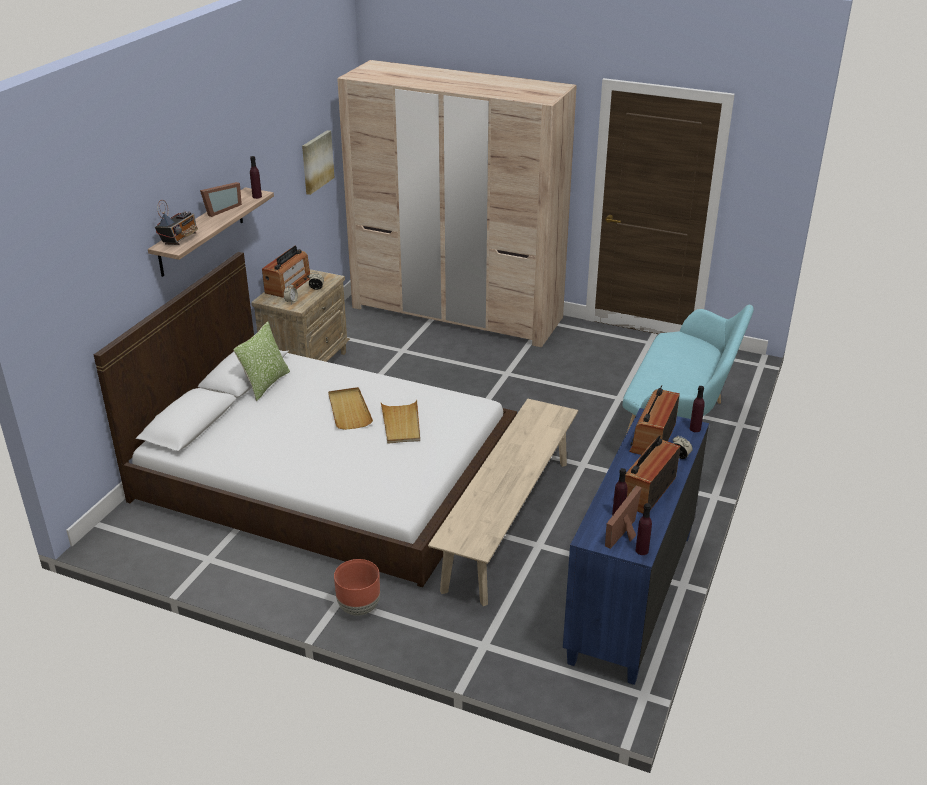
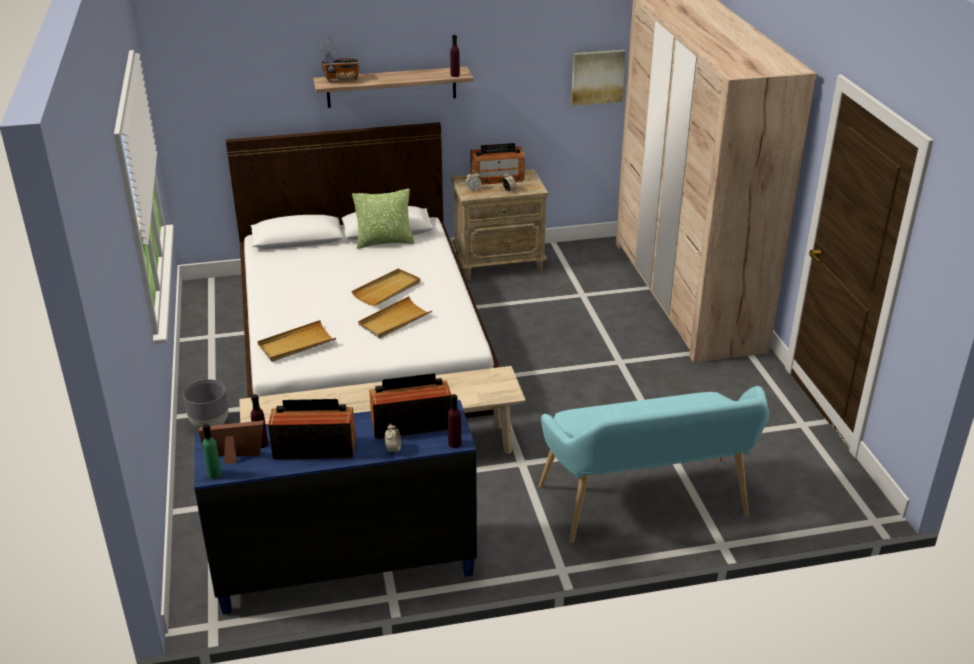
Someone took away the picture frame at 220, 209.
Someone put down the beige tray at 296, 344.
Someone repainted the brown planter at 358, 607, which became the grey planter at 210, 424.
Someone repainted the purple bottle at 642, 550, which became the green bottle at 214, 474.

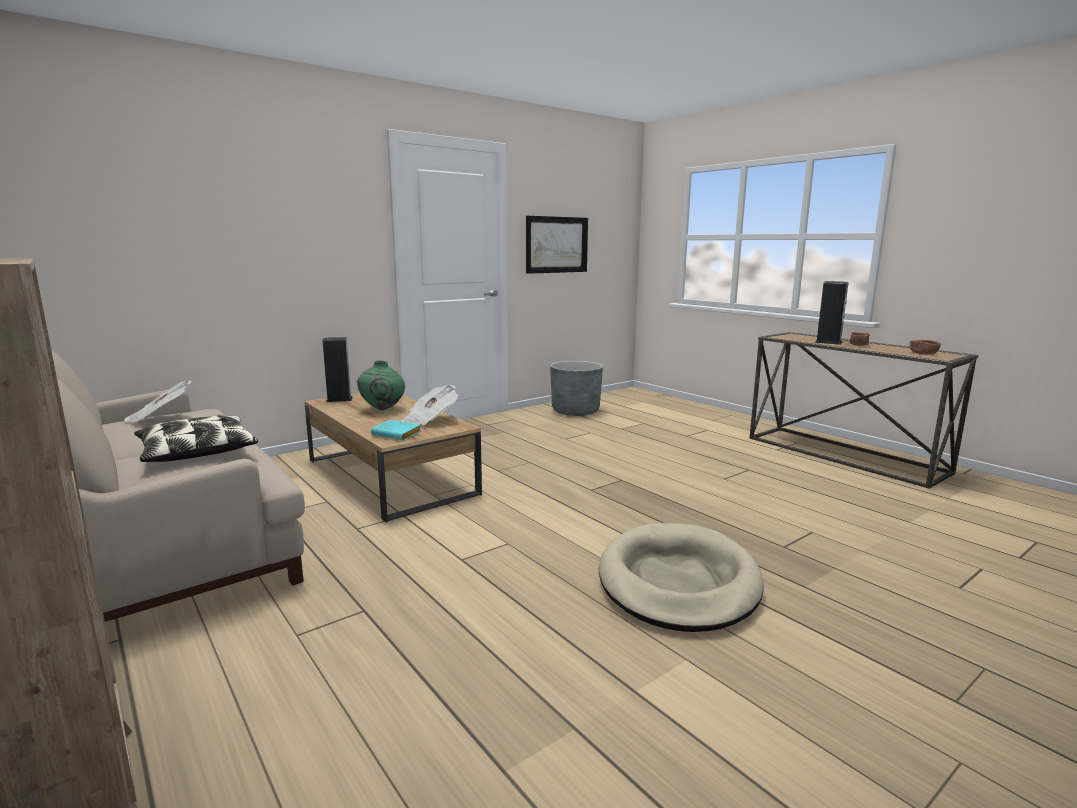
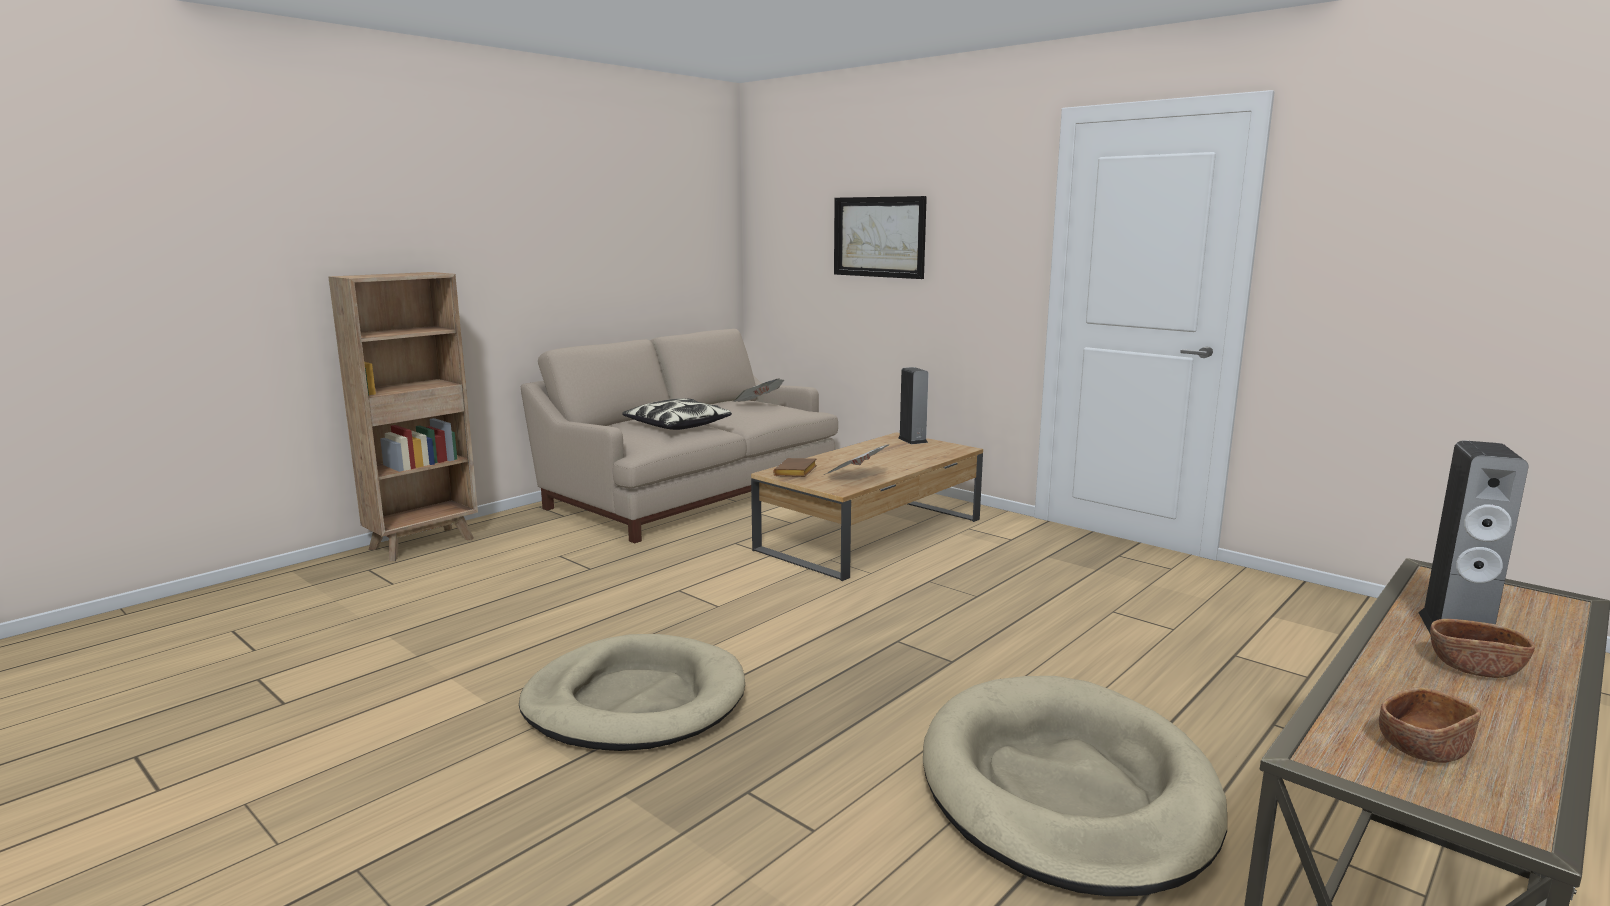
Someone took away the green vase at 383, 409.
Someone took away the grey planter at 575, 411.
Someone put down the beige dog bed at 1066, 789.
Someone carried the picture from 556, 245 to 879, 237.
Someone repainted the turquoise book at 398, 434, which became the brown book at 796, 473.

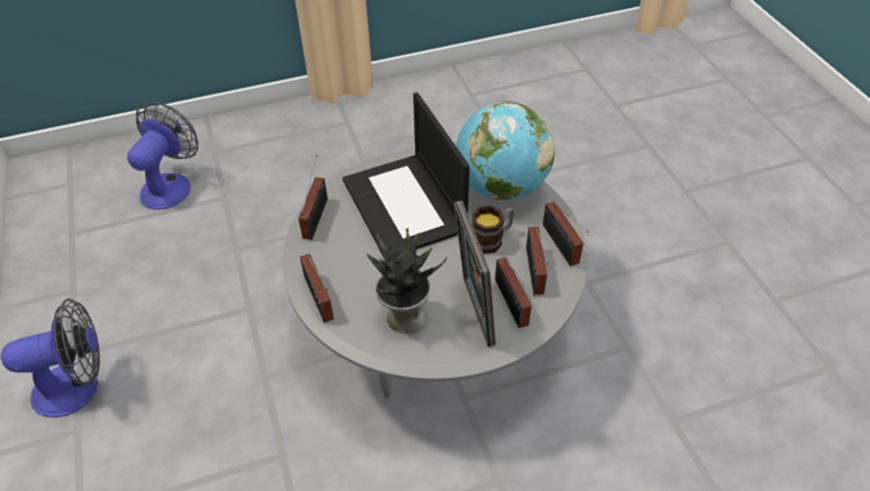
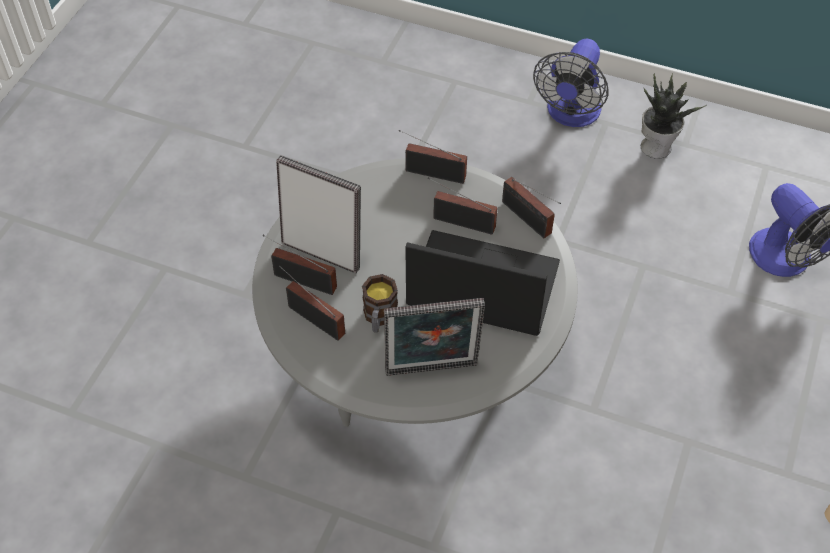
Someone carried the potted plant from 404, 316 to 657, 146.
Someone carried the radio from 561, 246 to 461, 221.
Someone swapped the globe at 501, 188 for the picture frame at 432, 372.

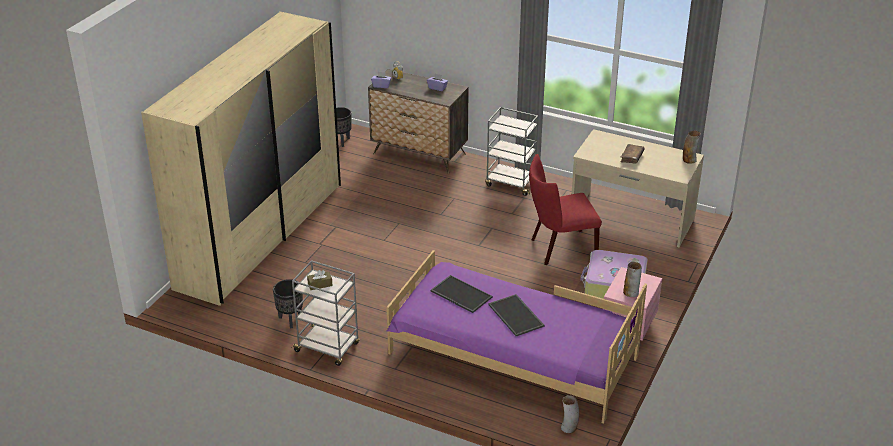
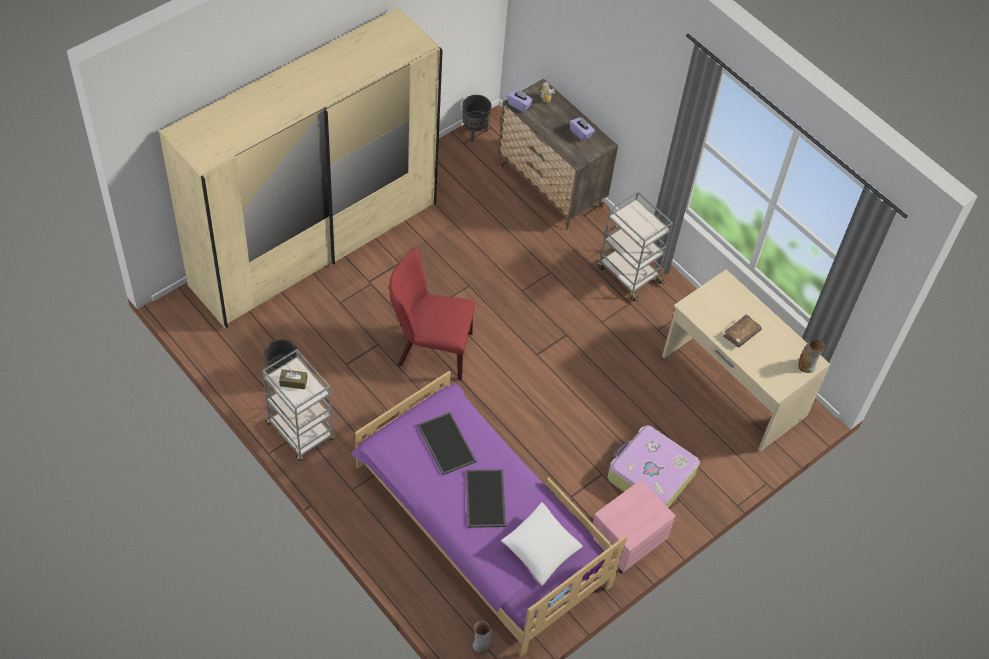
Someone took away the vase at 631, 292.
Someone put down the white pillow at 540, 549.
Someone carried the red chair from 559, 248 to 429, 349.

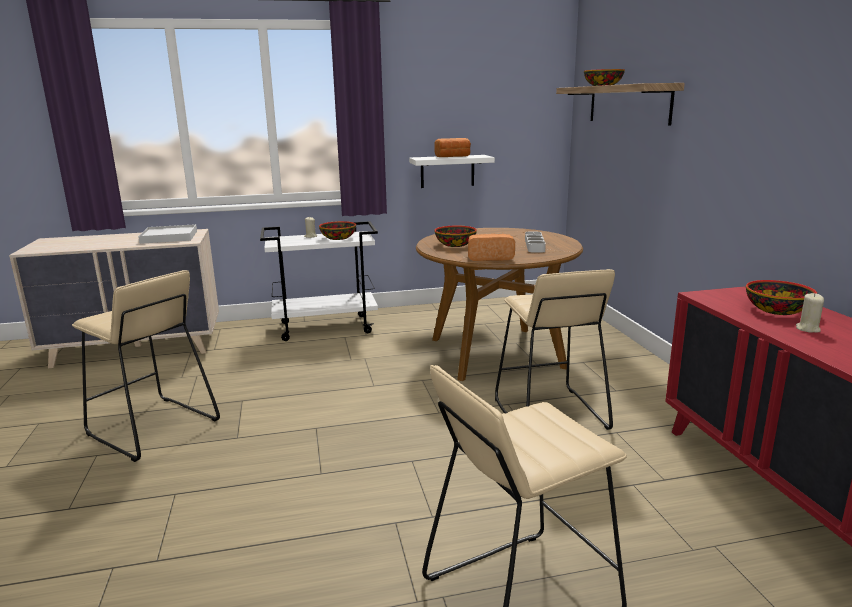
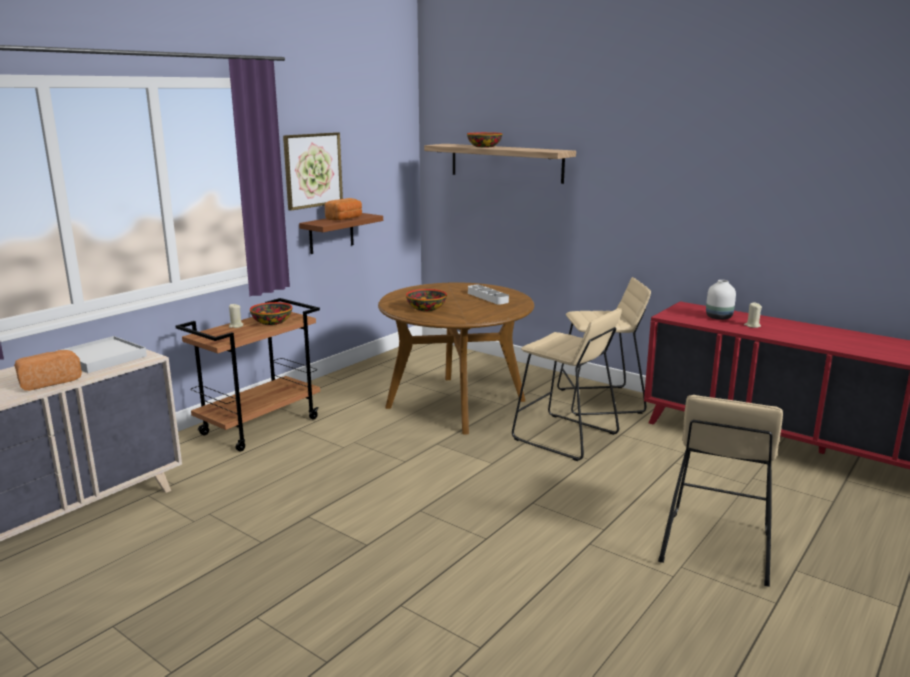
Someone put up the picture at 313, 170.
Someone carried the beige stool from 152, 428 to 600, 401.
Someone carried the bread from 489, 258 to 48, 381.
Someone swapped the bowl at 777, 310 for the white vase at 719, 317.
Someone repainted the white cart at 326, 327, which became the brown cart at 260, 426.
Someone repainted the white shelf at 447, 171, which became the brown shelf at 331, 233.

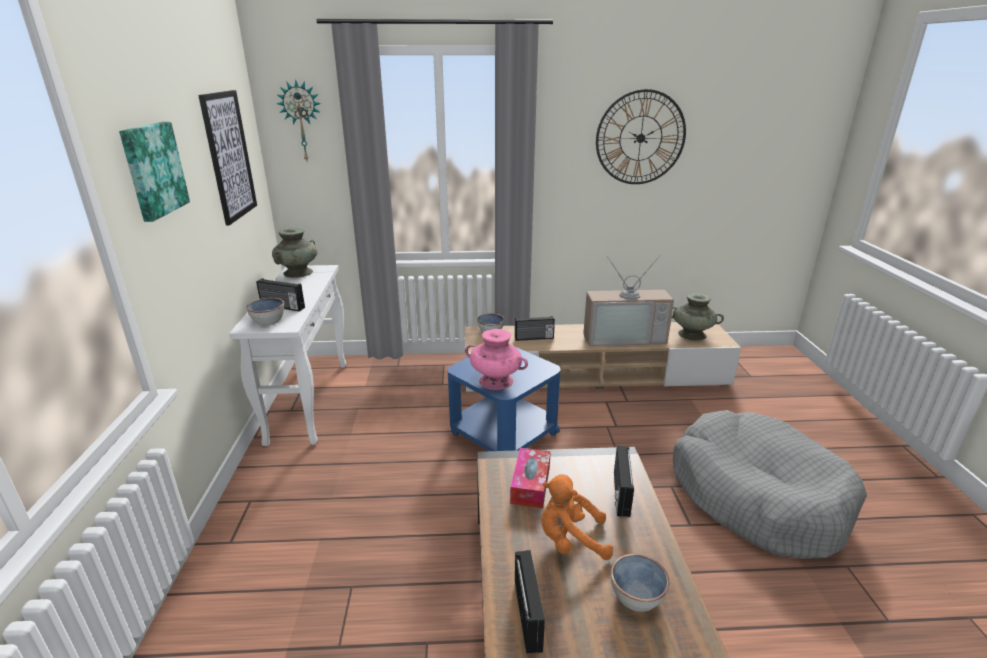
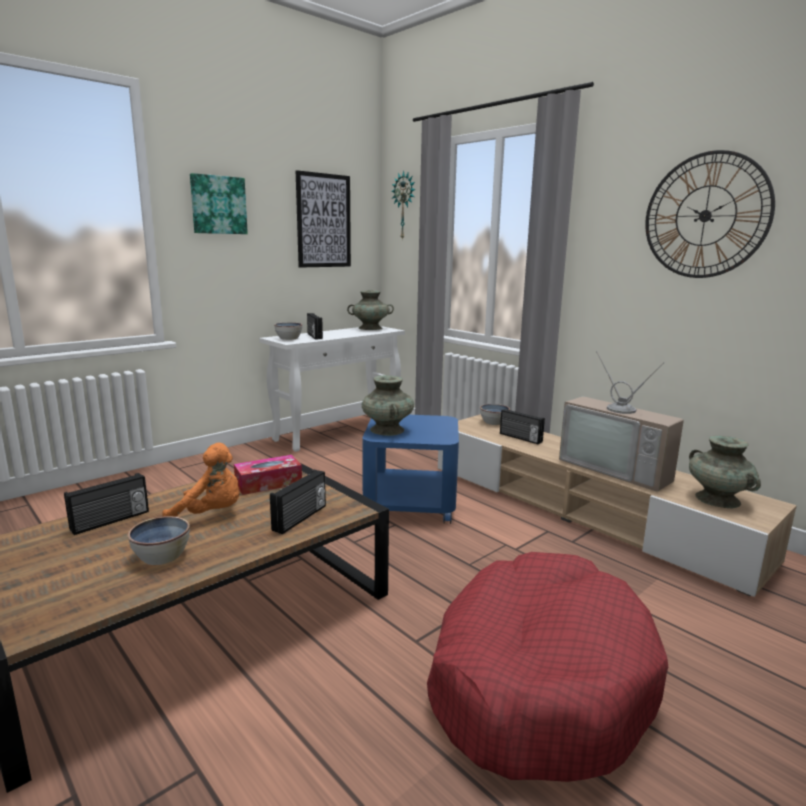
Someone repainted the pink vase at 495, 381, which became the turquoise vase at 387, 430.
Someone repainted the grey dog bed at 756, 496, which became the red dog bed at 538, 680.
Someone rotated the orange plush toy at 570, 540 by 135 degrees clockwise.
Someone rotated the radio at 620, 493 by 150 degrees clockwise.

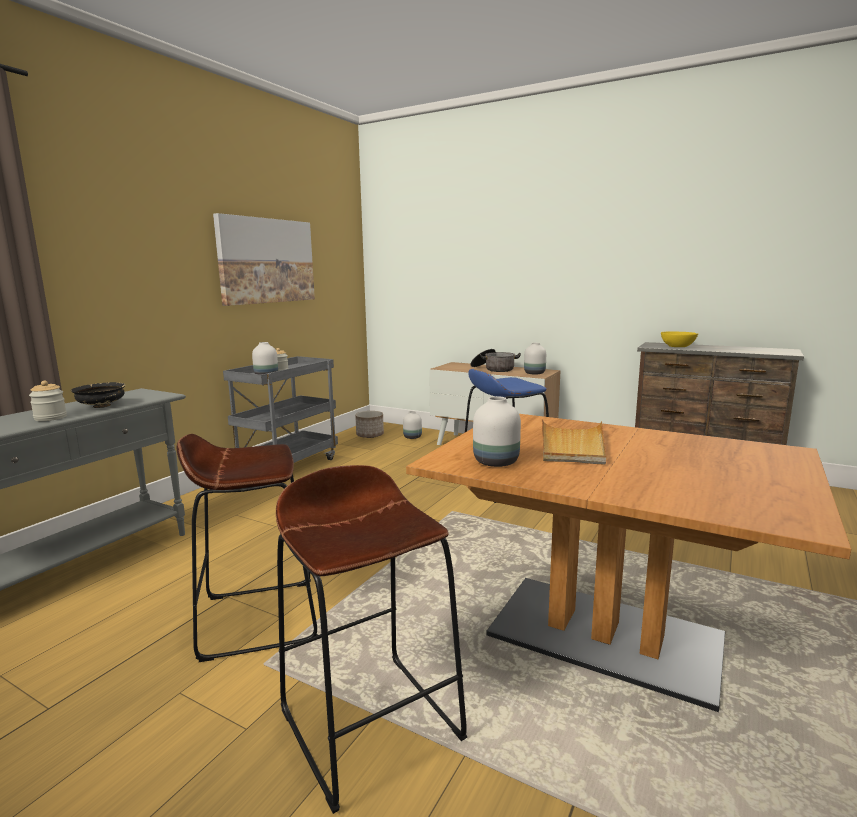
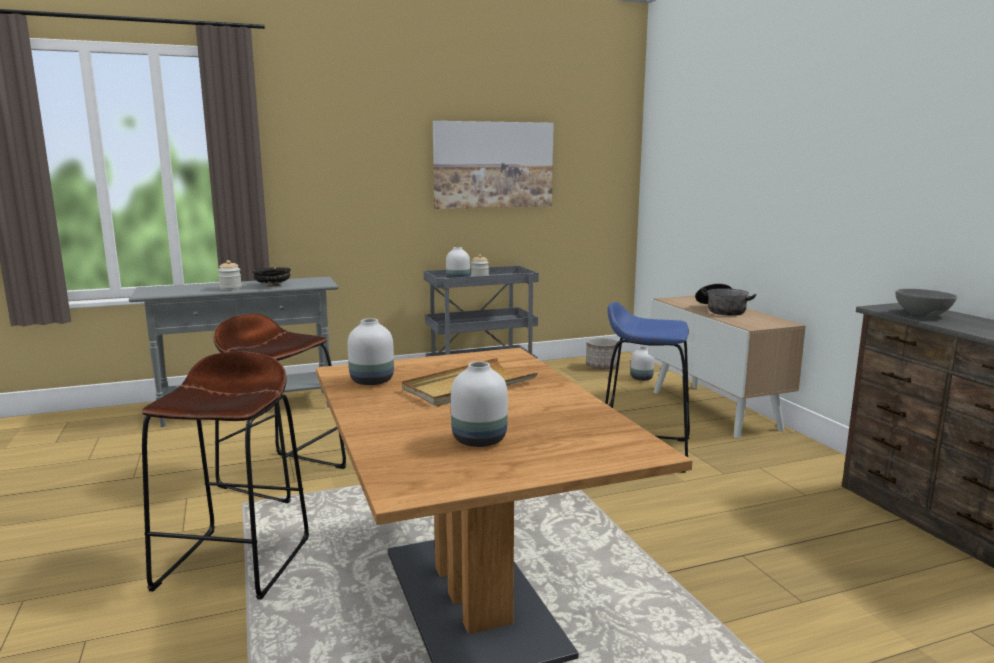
Someone carried the white vase from 534, 373 to 481, 440.
Someone repainted the yellow bowl at 677, 346, which became the grey bowl at 922, 314.

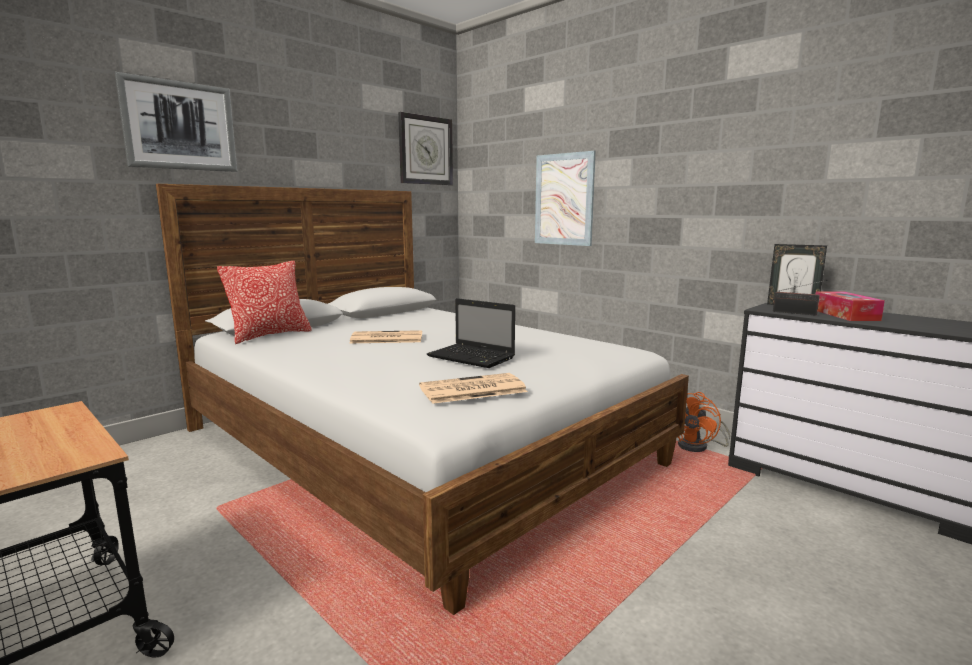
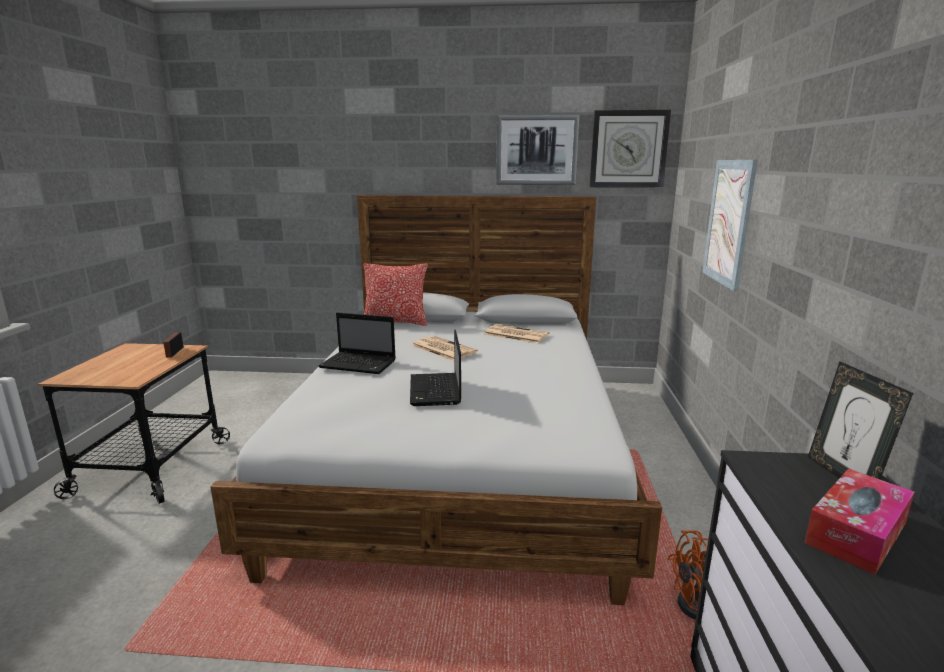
Someone put down the laptop at 360, 364.
Someone carried the picture from 180, 126 to 536, 150.
Someone carried the newspaper from 471, 390 to 515, 334.
Someone carried the radio from 797, 313 to 174, 353.

